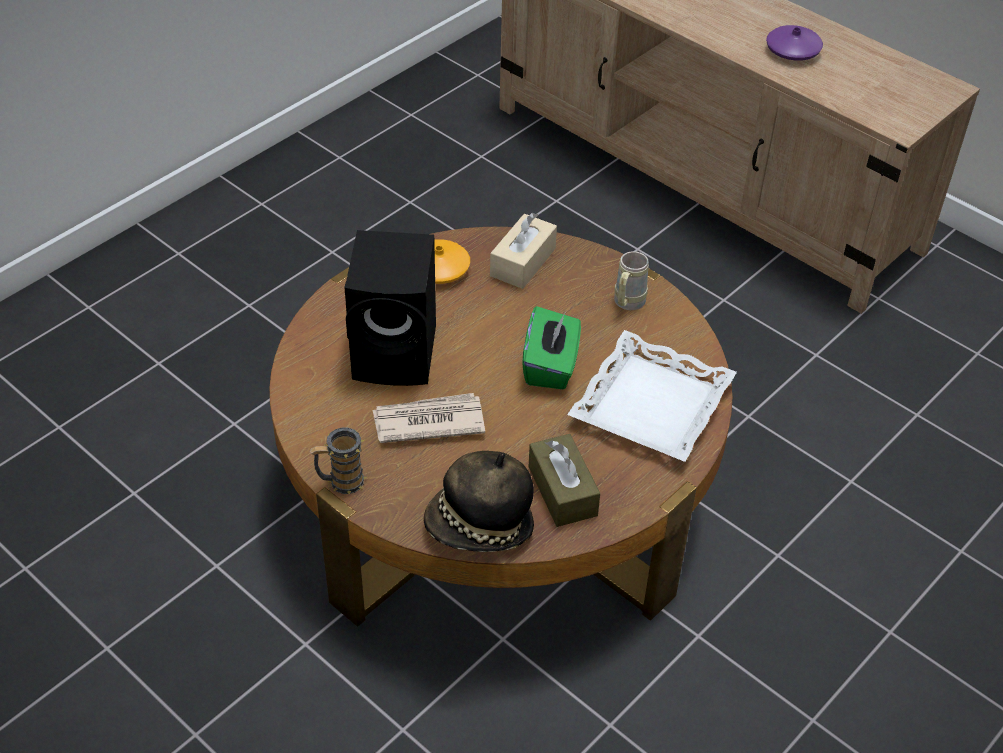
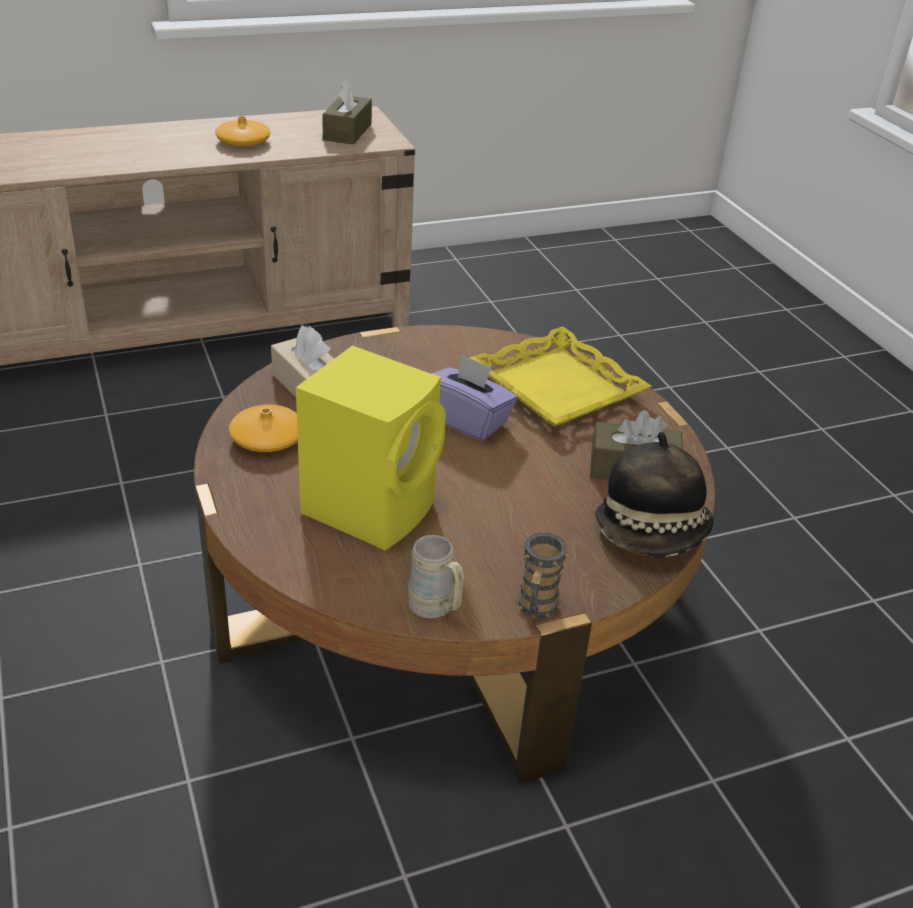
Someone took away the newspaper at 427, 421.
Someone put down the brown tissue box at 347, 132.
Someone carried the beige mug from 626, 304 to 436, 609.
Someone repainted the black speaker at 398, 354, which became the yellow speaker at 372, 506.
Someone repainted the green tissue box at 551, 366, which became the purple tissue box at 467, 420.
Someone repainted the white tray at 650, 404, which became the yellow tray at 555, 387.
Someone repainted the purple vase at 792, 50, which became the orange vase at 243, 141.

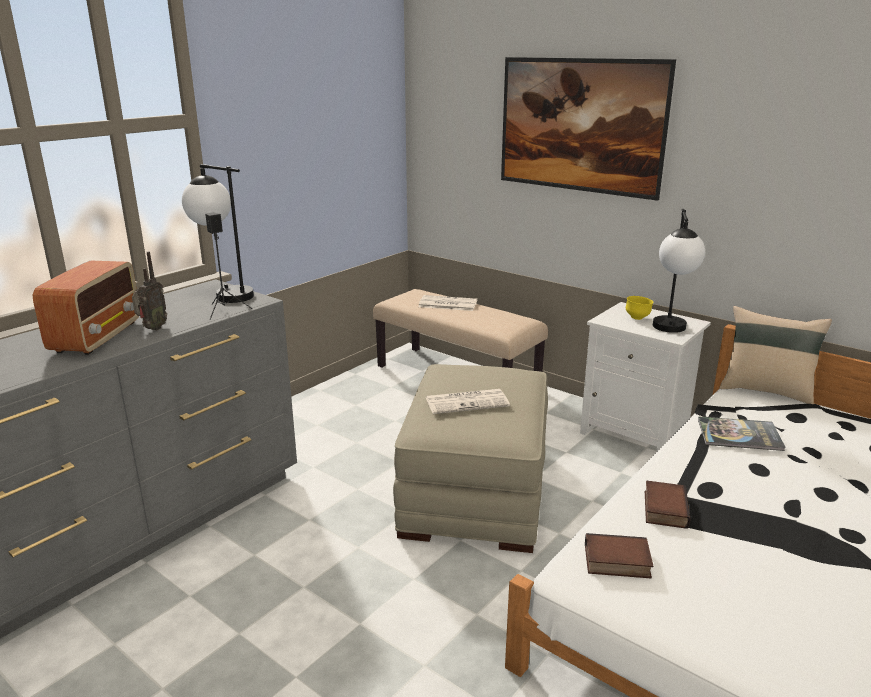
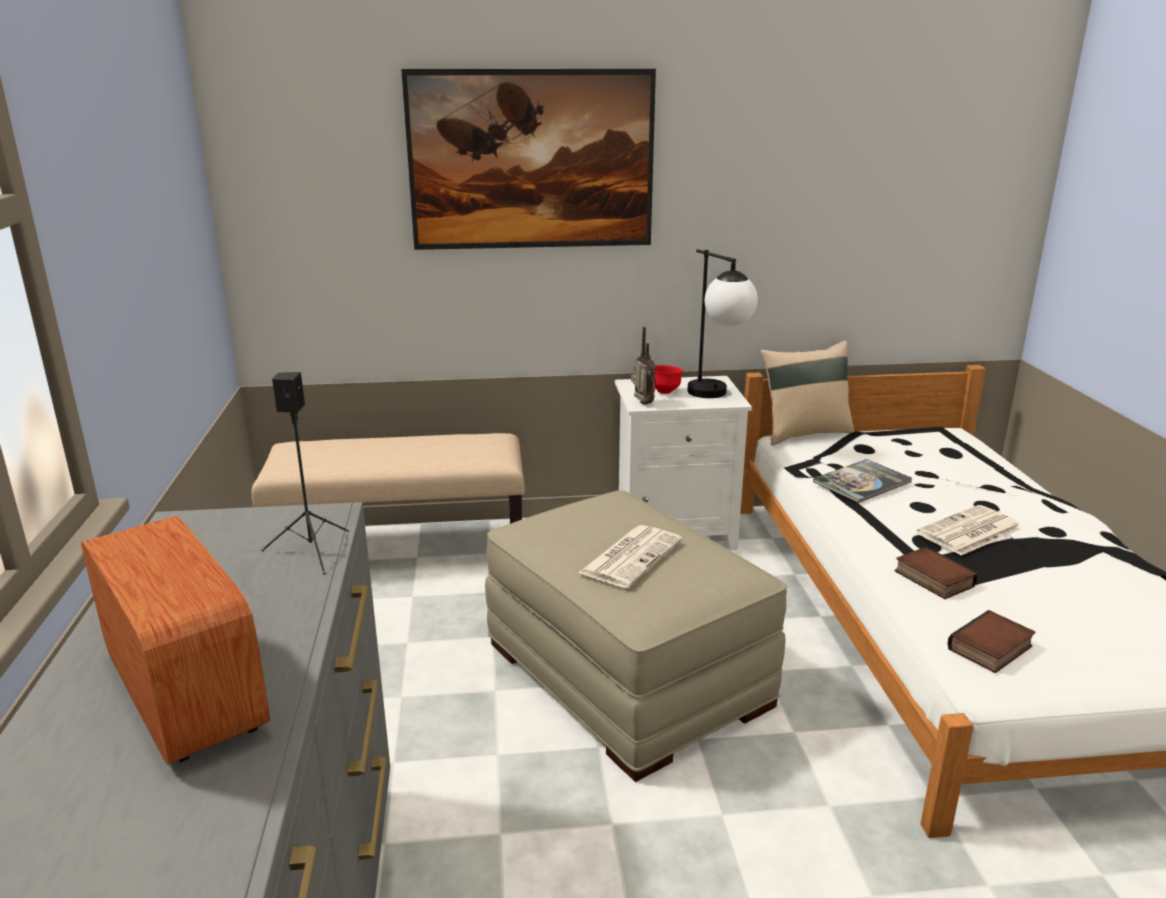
Someone took away the table lamp at 224, 294.
Someone carried the radio from 152, 329 to 642, 404.
Someone carried the newspaper from 447, 304 to 969, 532.
Someone repainted the yellow bowl at 637, 318, which became the red bowl at 665, 392.

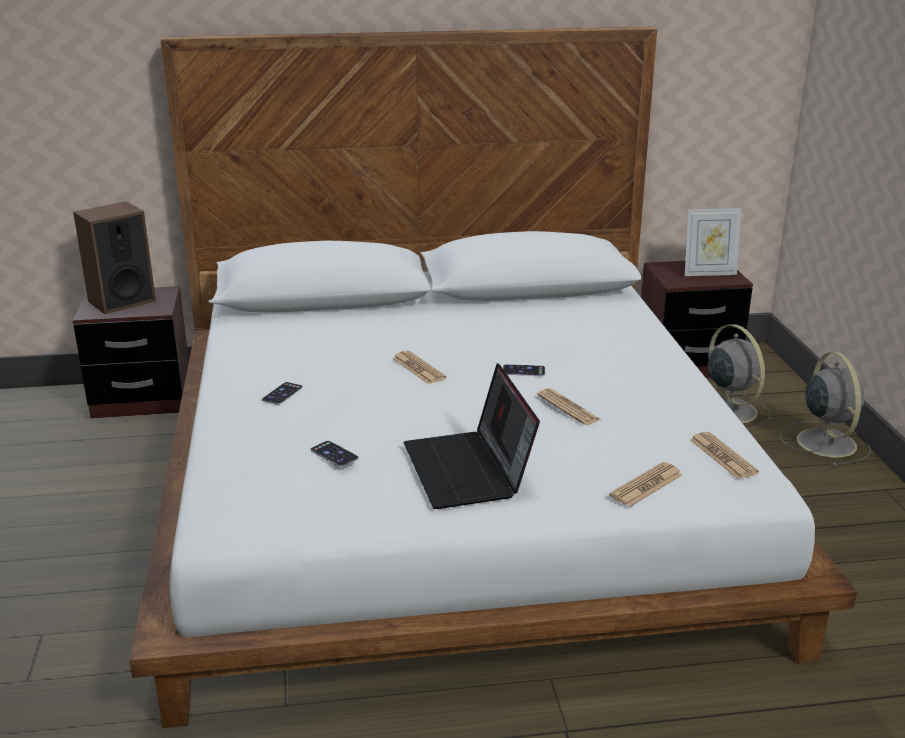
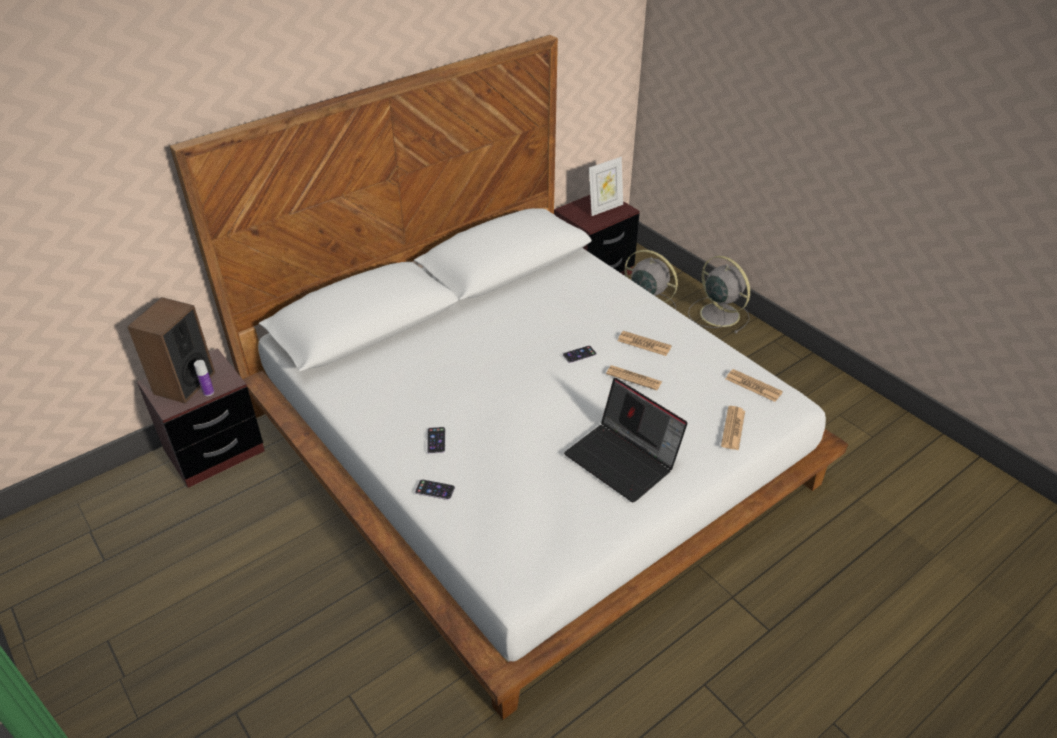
Someone put down the bottle at 208, 392.
Someone carried the phone from 334, 454 to 435, 490.
Someone carried the newspaper from 418, 368 to 644, 344.

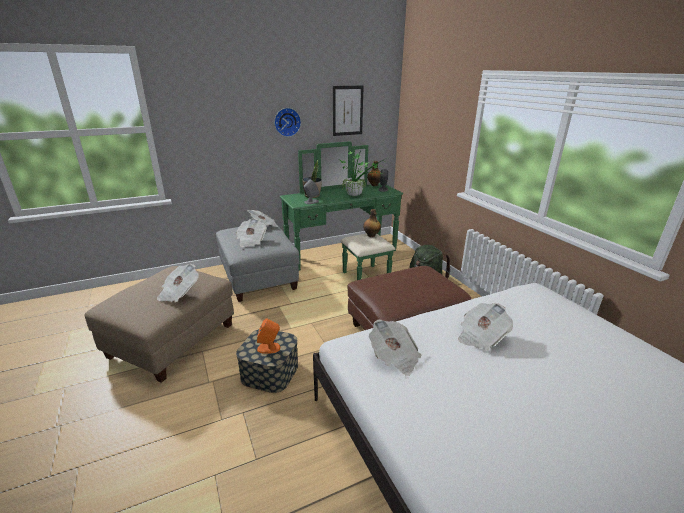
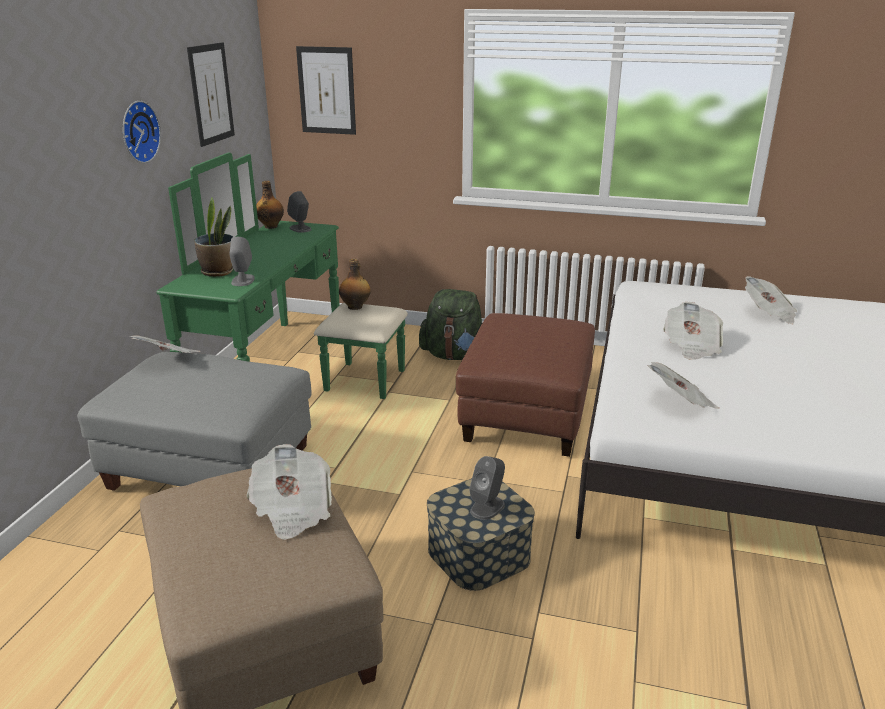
Someone took away the potted plant at 358, 195.
Someone put up the picture at 326, 90.
Someone carried the newspaper from 251, 241 to 768, 314.
Someone repainted the orange speaker at 269, 348, which became the grey speaker at 487, 507.

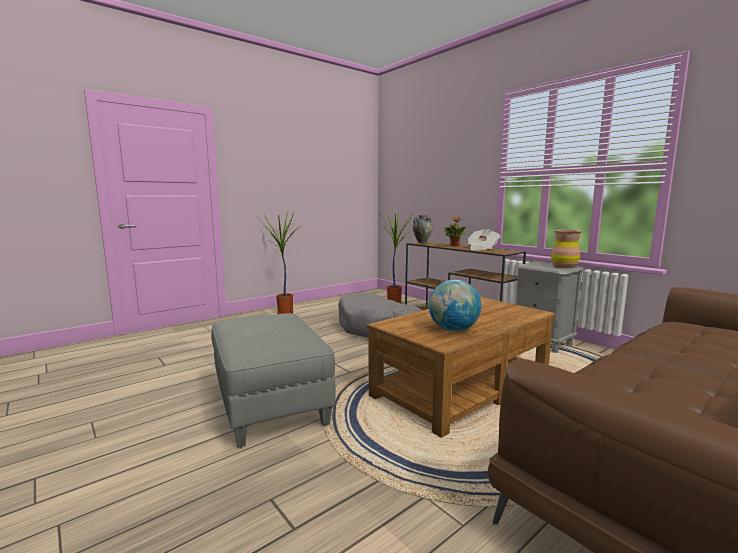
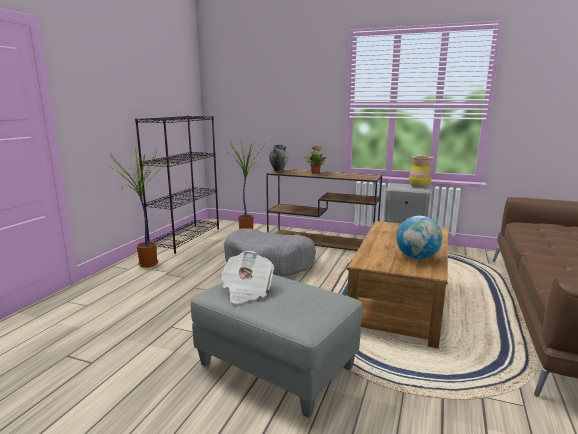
Someone put down the black bookcase at 186, 238.
Someone carried the newspaper from 482, 249 to 246, 290.

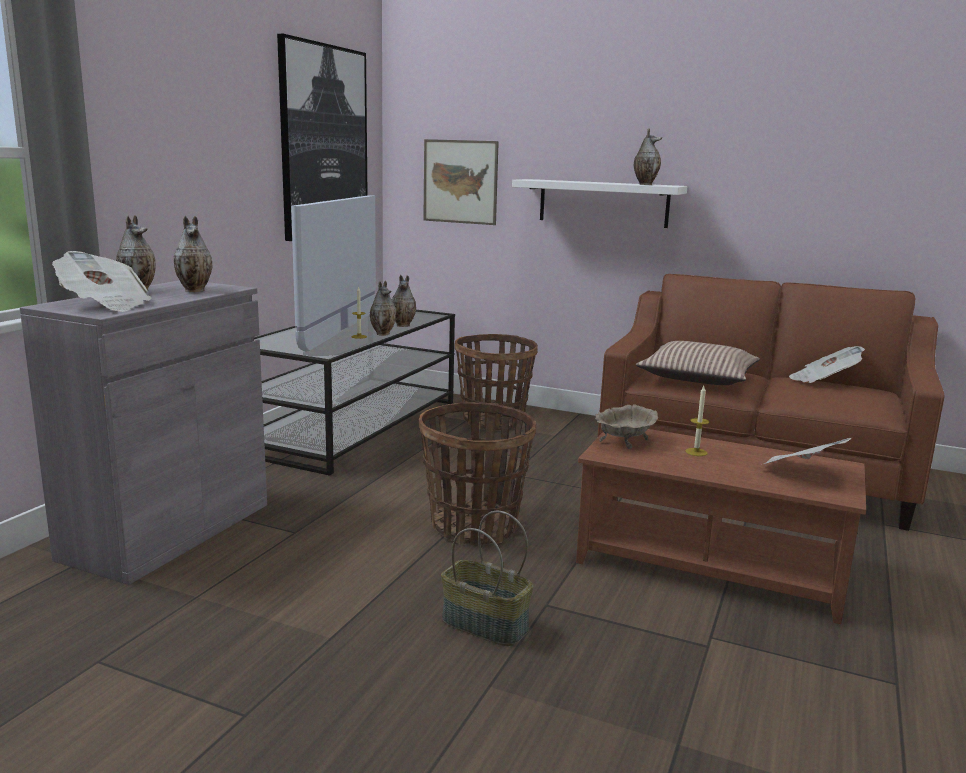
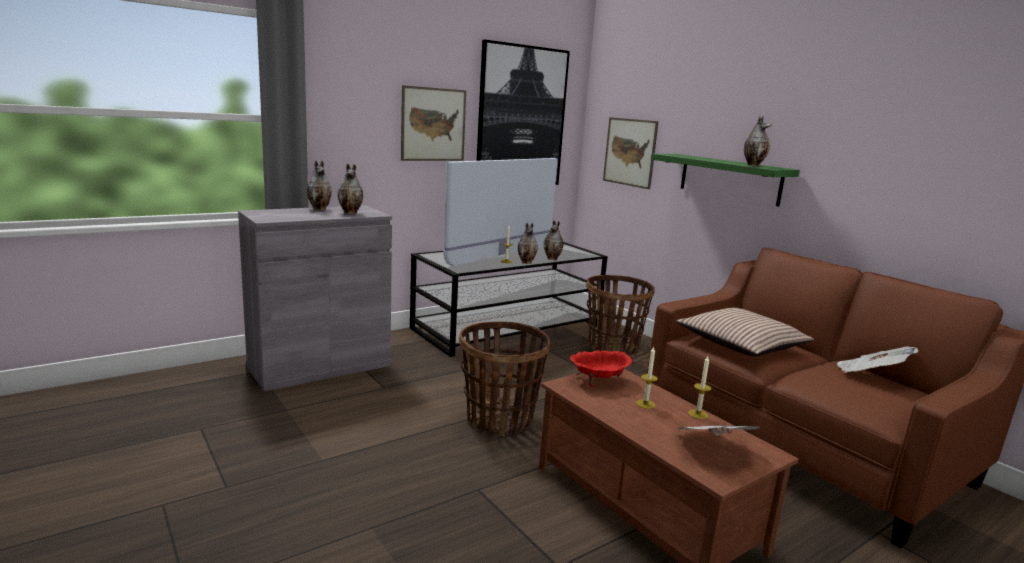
Someone took away the newspaper at 105, 305.
Someone took away the basket at 483, 625.
Someone put up the picture at 433, 124.
Someone put down the candle at 698, 414.
Someone repainted the white shelf at 603, 203, which became the green shelf at 729, 179.
Someone repainted the beige bowl at 624, 441, which became the red bowl at 599, 380.

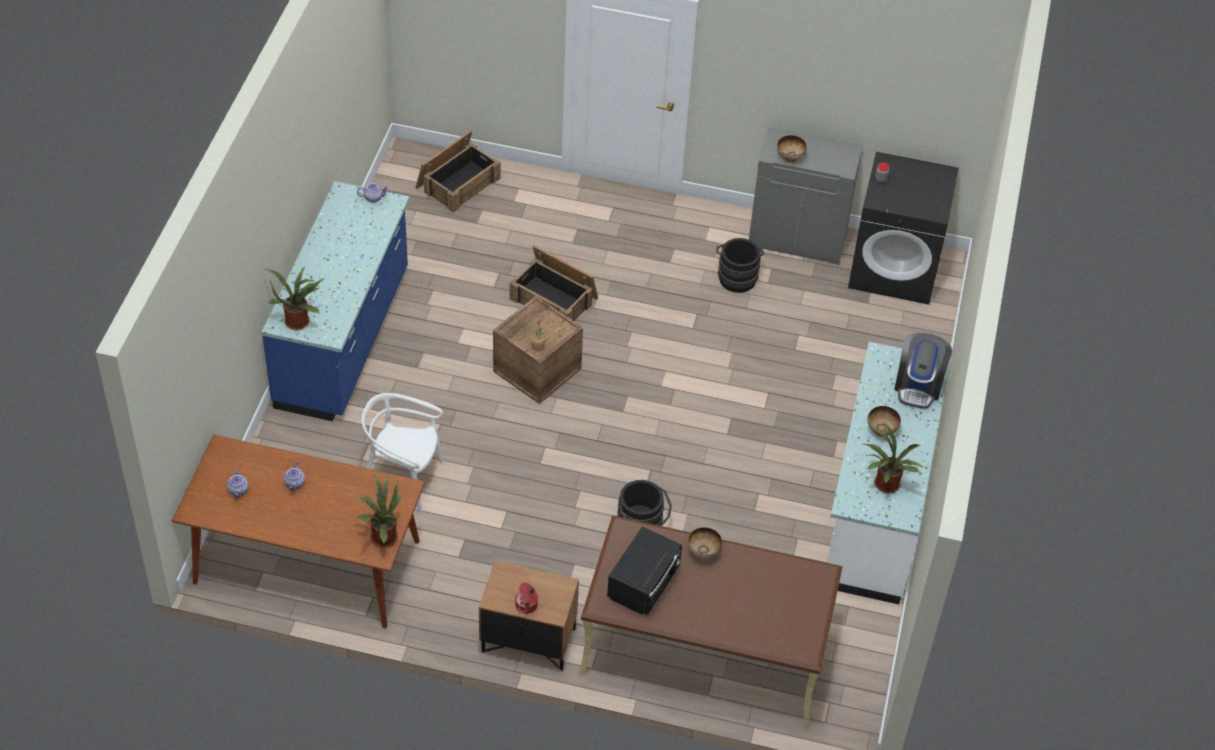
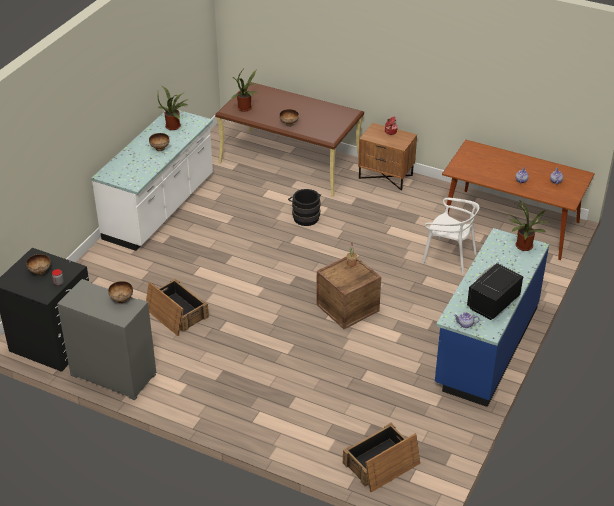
Someone took away the black bucket at 737, 276.
Someone took away the coffee machine at 918, 385.
Someone put down the bowl at 39, 272.
Someone carried the potted plant from 382, 536 to 245, 108.
Someone carried the crate from 554, 298 to 176, 313.
Someone carried the black microwave from 644, 584 to 492, 303.

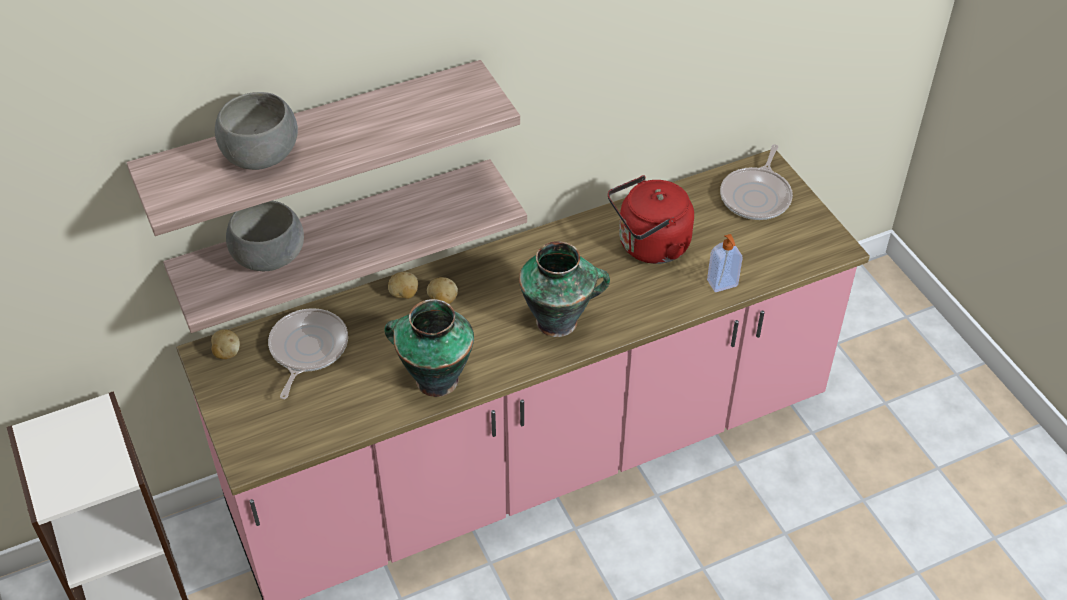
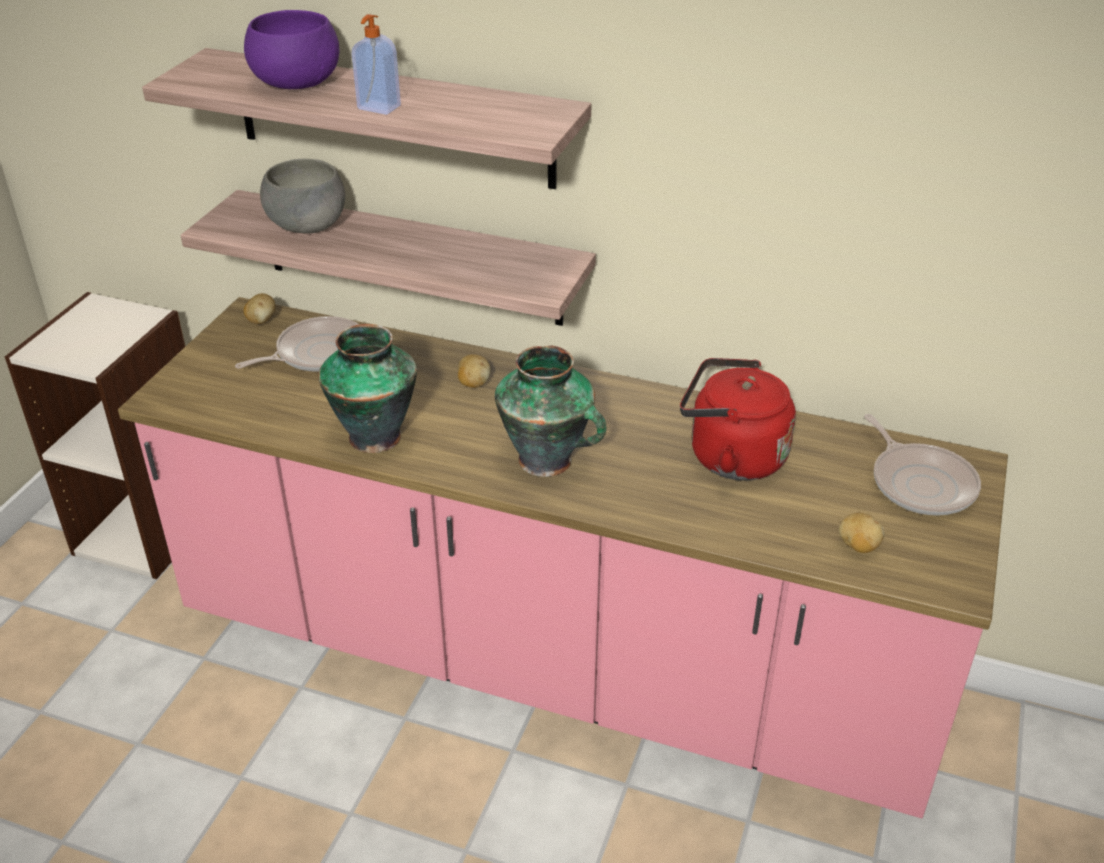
Someone carried the potato from 404, 294 to 858, 546.
Someone carried the soap dispenser from 722, 284 to 378, 108.
Someone repainted the grey bowl at 261, 155, which became the purple bowl at 295, 82.
Someone rotated the frying pan at 757, 196 by 90 degrees counterclockwise.

